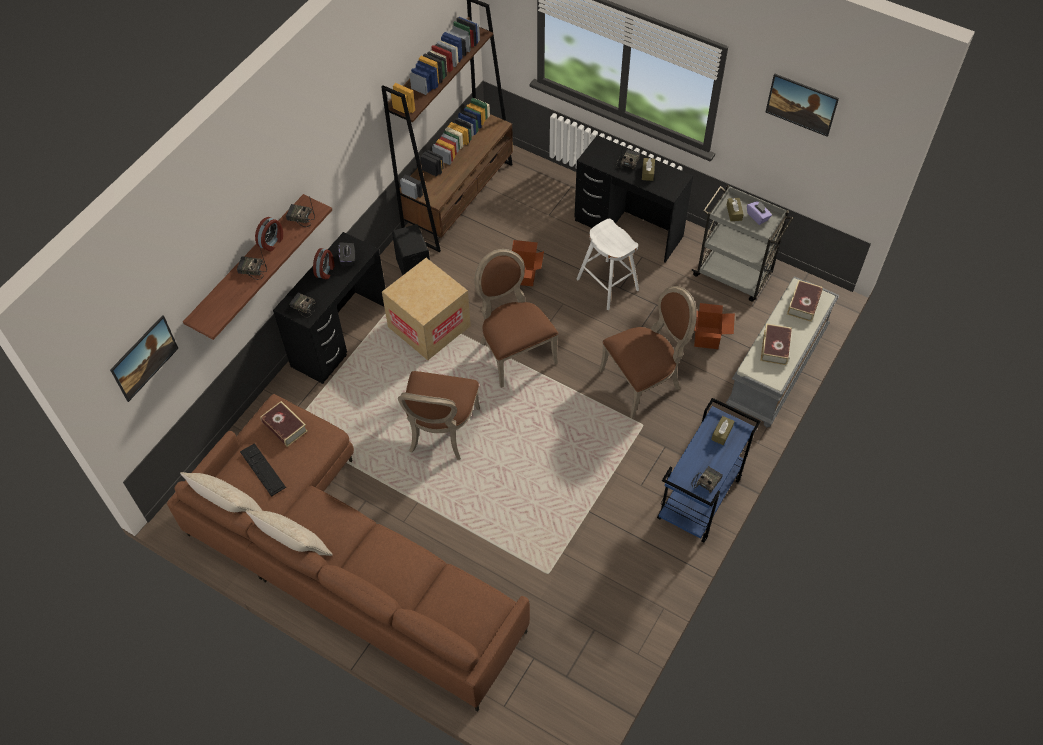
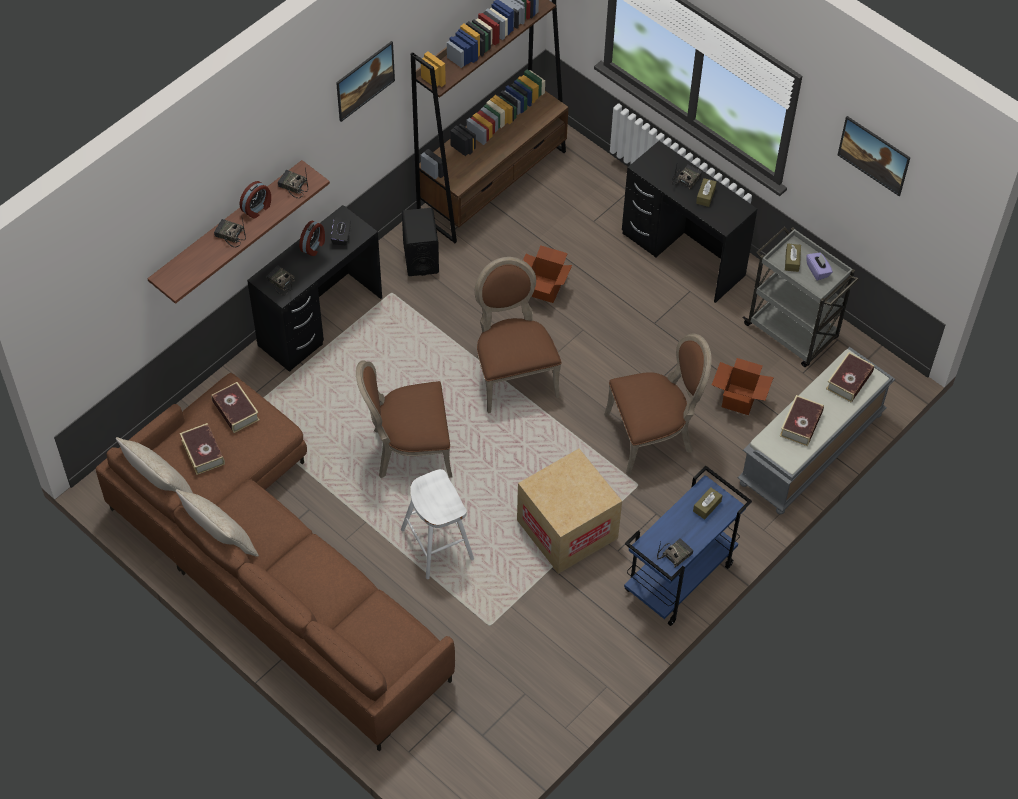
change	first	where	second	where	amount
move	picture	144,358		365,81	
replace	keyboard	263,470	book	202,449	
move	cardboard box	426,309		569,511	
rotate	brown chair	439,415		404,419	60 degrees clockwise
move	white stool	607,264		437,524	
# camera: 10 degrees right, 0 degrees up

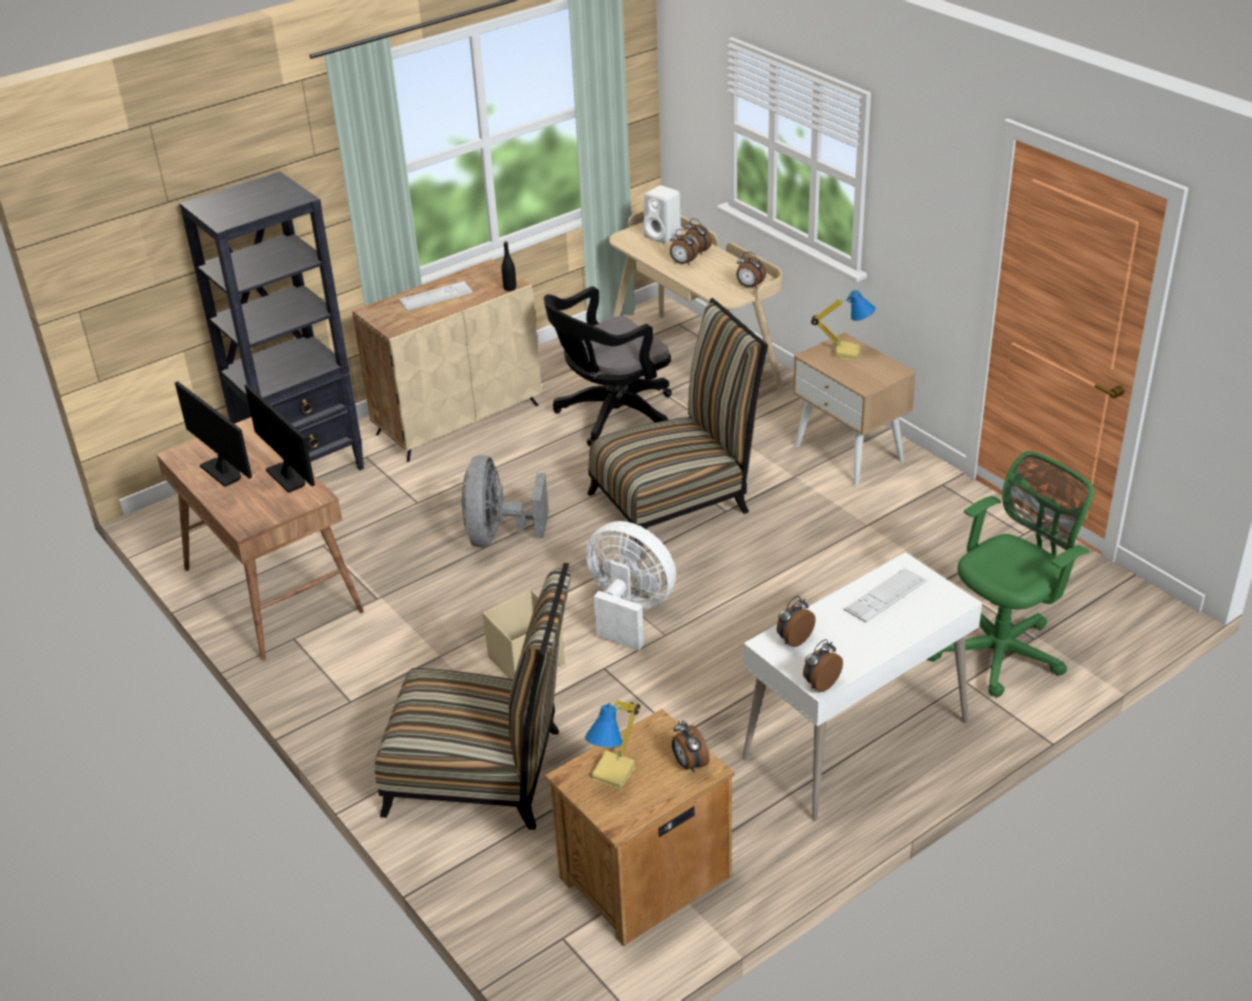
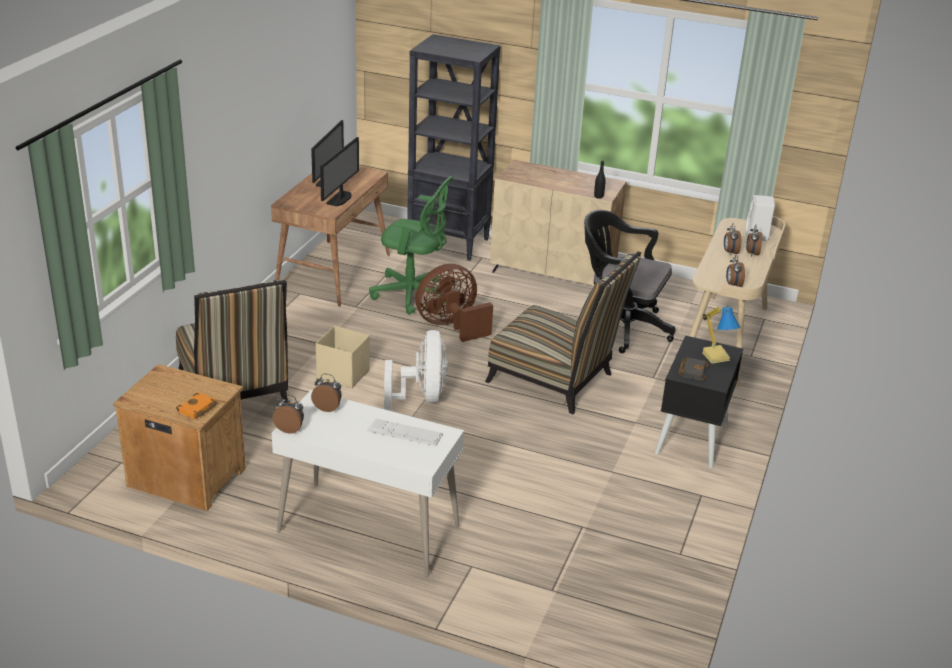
change	first	where	second	where	amount
delete	keyboard	436,296			
recolor	grey fan	505,501	brown fan	454,303	
delete	table lamp	612,745			
replace	alarm clock	691,746	orange book	197,406	
recolor	beige nightstand	854,409	black nightstand	699,402	
move	green office chair	1010,574		411,245	
insert			black book	694,368	
# camera: 55 degrees right, 5 degrees down

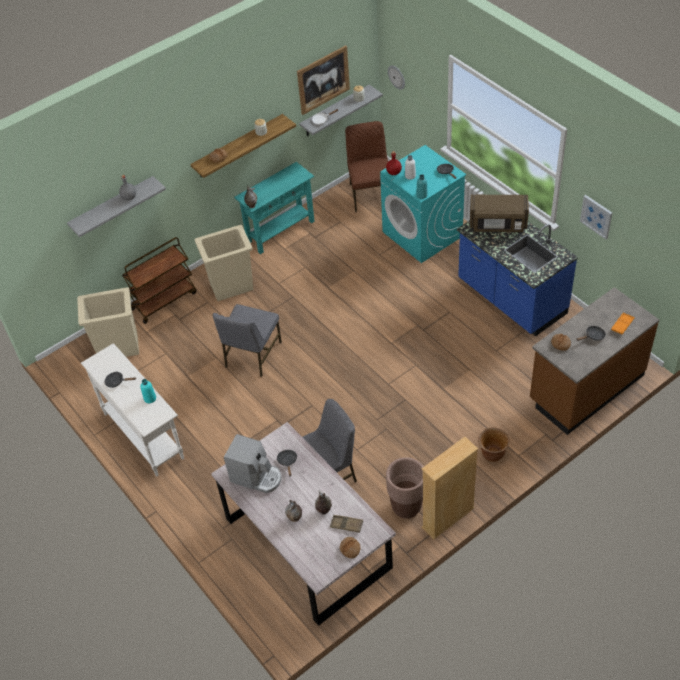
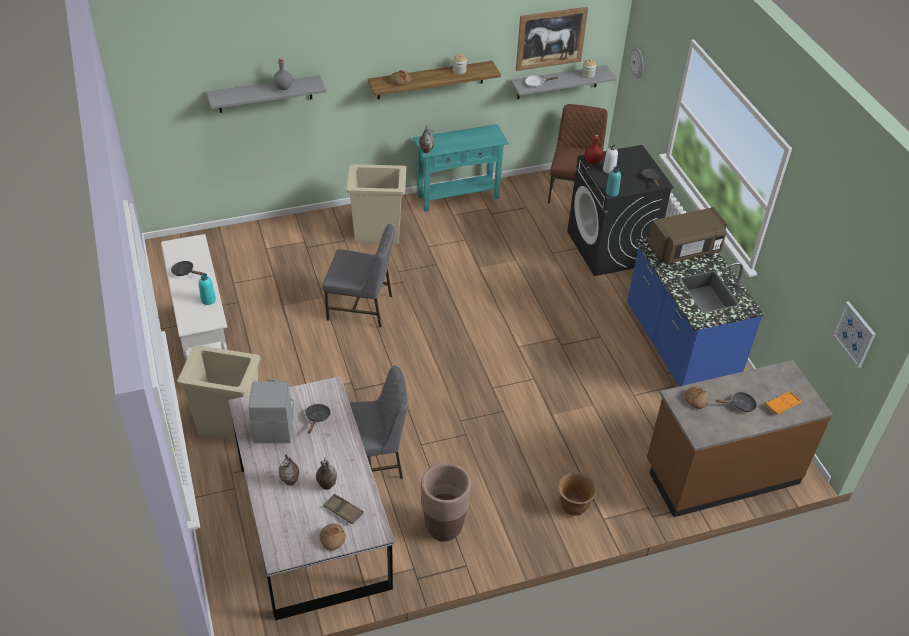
change	first	where	second	where	amount
move	beige trash can	108,322		218,393	
delete	brown cart	159,280			
rotate	grey chair	247,340		358,275	120 degrees counterclockwise
rotate	coffee machine	252,463		271,411	135 degrees counterclockwise
recolor	turquoise washing machine	423,204	black washing machine	620,210	
delete	beige bookcase	450,488			
rotate	brown microwave	499,213		687,235	45 degrees counterclockwise
move	picture	596,217		854,334	
# camera: 15 degrees right, 5 degrees down

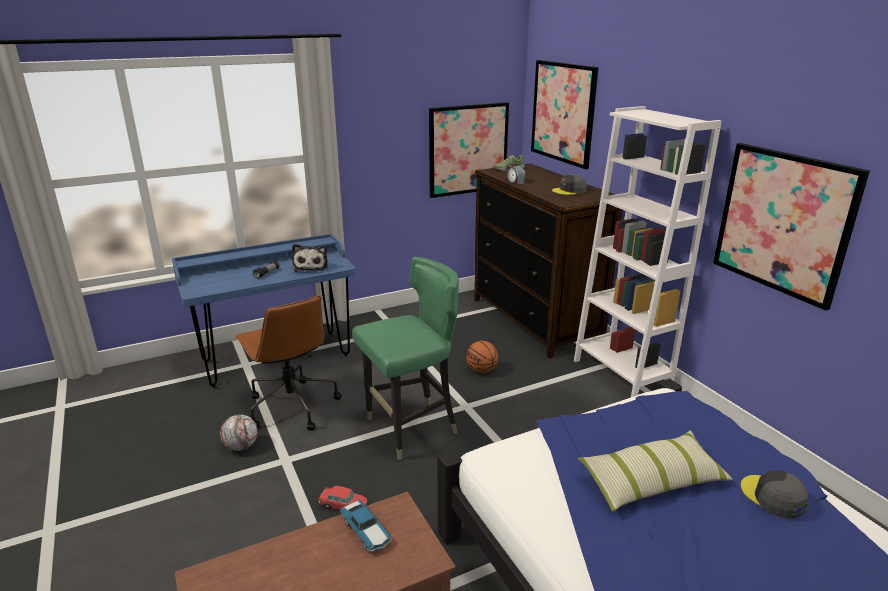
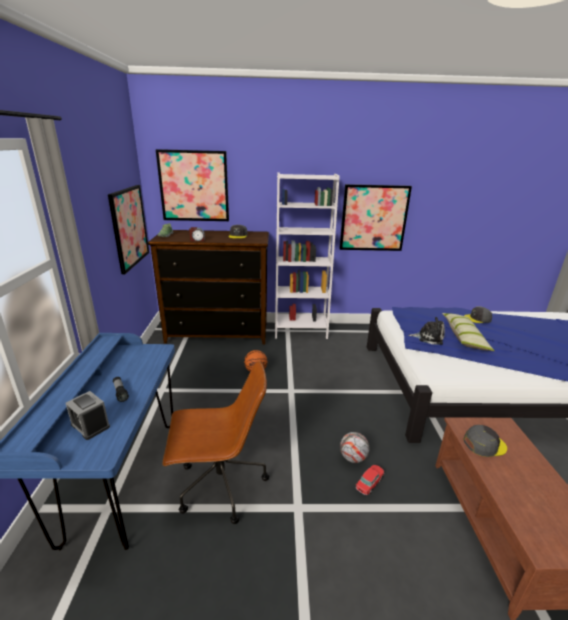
change	first	where	second	where	amount
move	football	239,432		354,447	
move	plush toy	310,258		426,331	
replace	toy car	366,525	grey cap	485,441	
delete	green chair	405,358			
insert			alarm clock	88,415	
# camera: 65 degrees left, 0 degrees up

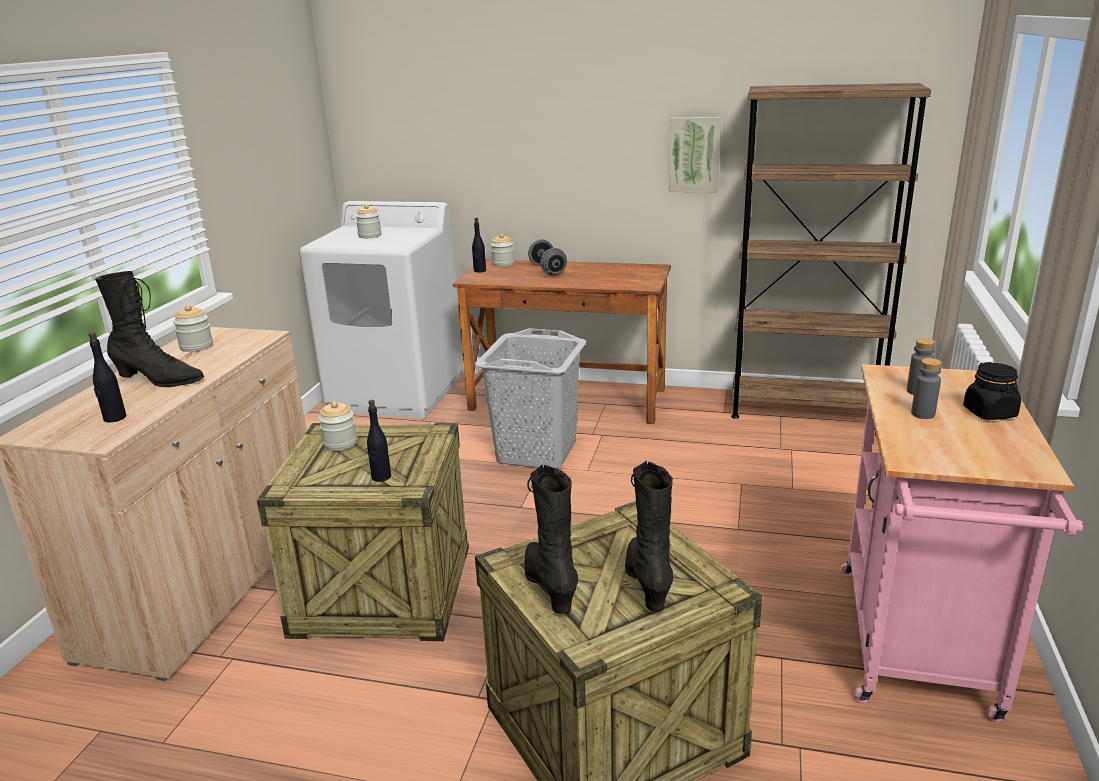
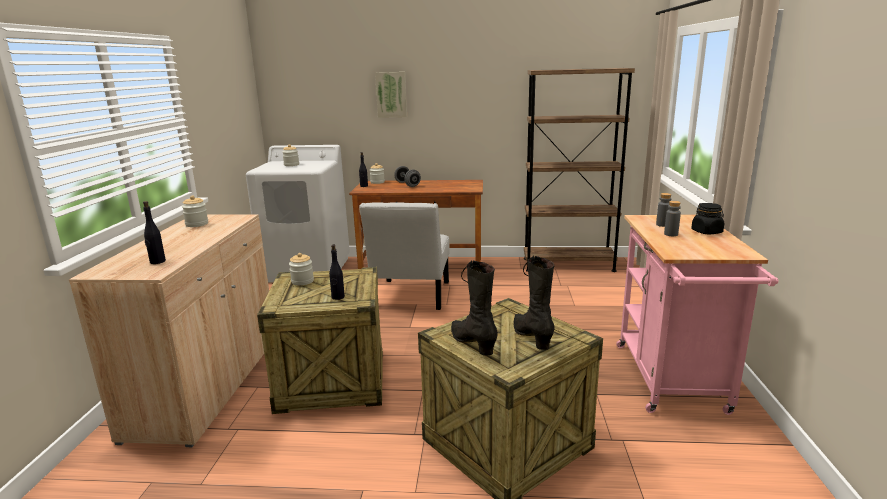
change	first	where	second	where	amount
delete	black boot	149,329			
replace	grey laundry basket	531,398	white chair	404,256	
move	picture	695,154		391,95	
# camera: 10 degrees left, 5 degrees down

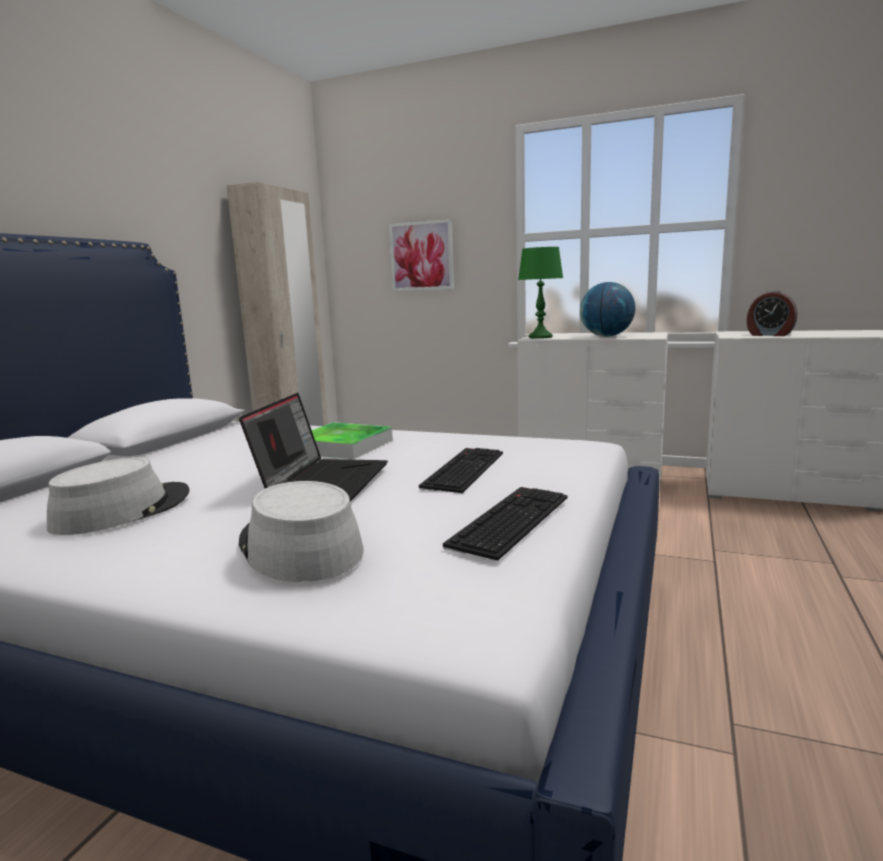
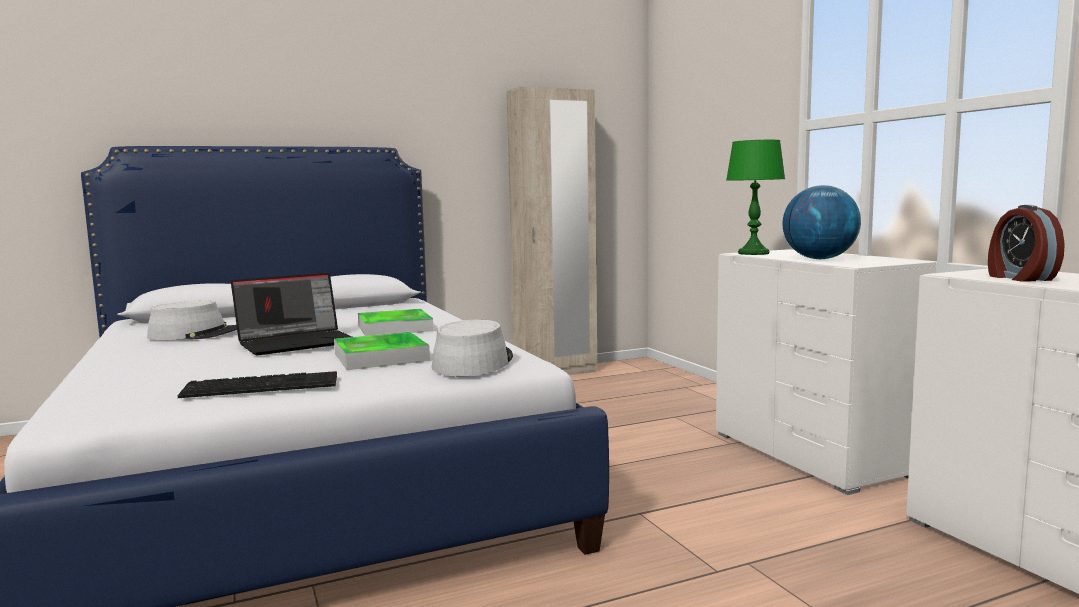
change	first	where	second	where	amount
move	grey hat	301,531		472,347	
delete	picture	421,255			
replace	keyboard	461,470	tray	382,351	
# camera: 45 degrees right, 5 degrees down

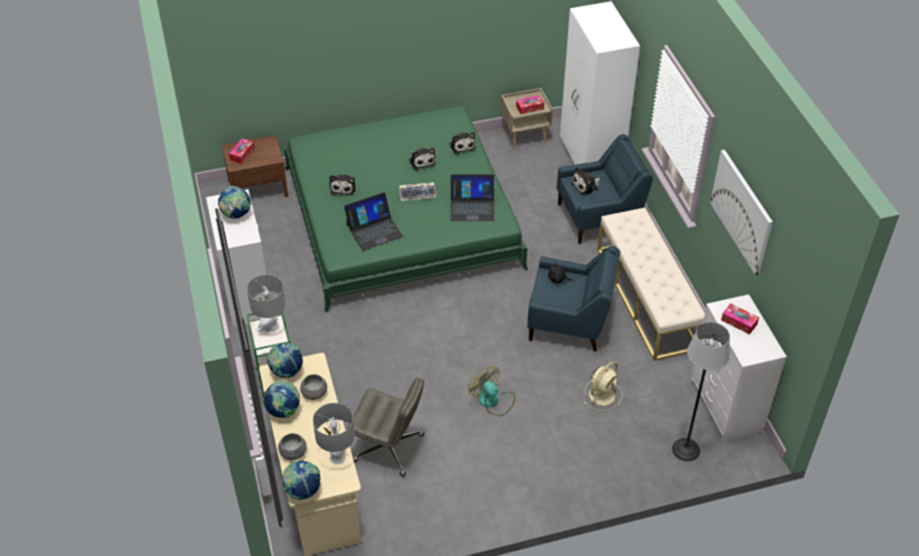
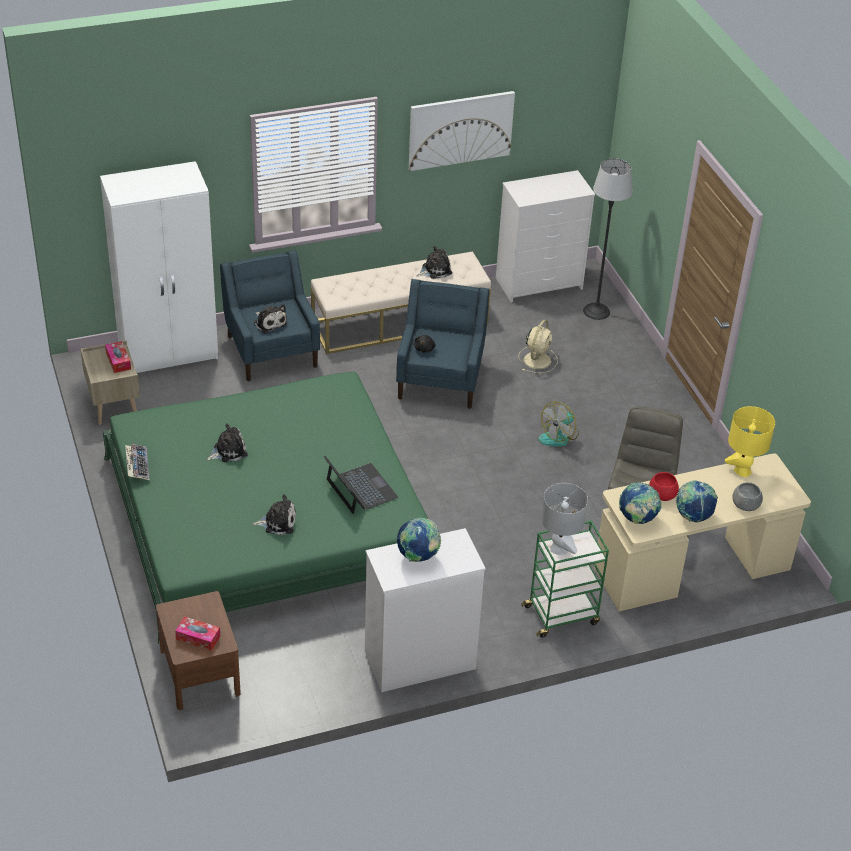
change	first	where	second	where	amount
delete	globe	301,480			
recolor	grey bowl	313,387	red bowl	664,486	
recolor	grey table lamp	334,433	yellow table lamp	750,441	
move	keyboard	417,191		137,462	
move	plush toy	462,143		434,262	
delete	laptop	473,197			
rotate	beige fan	603,386		538,346	75 degrees clockwise
delete	tissue box	740,319			
# camera: 95 degrees left, 5 degrees down

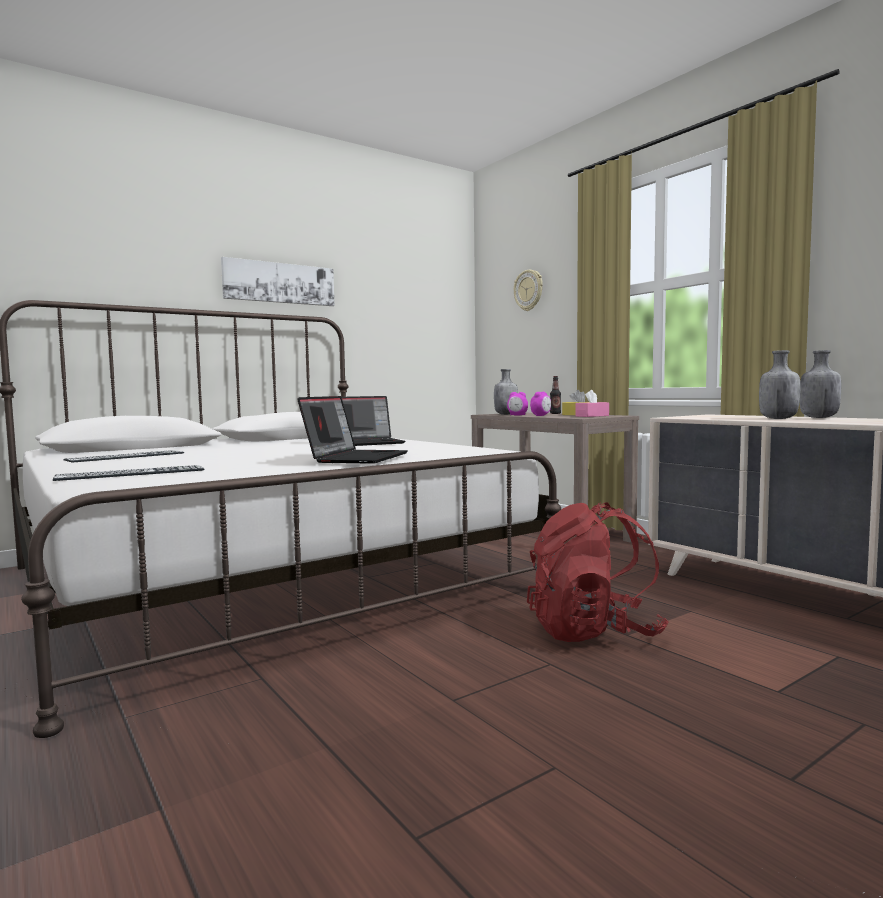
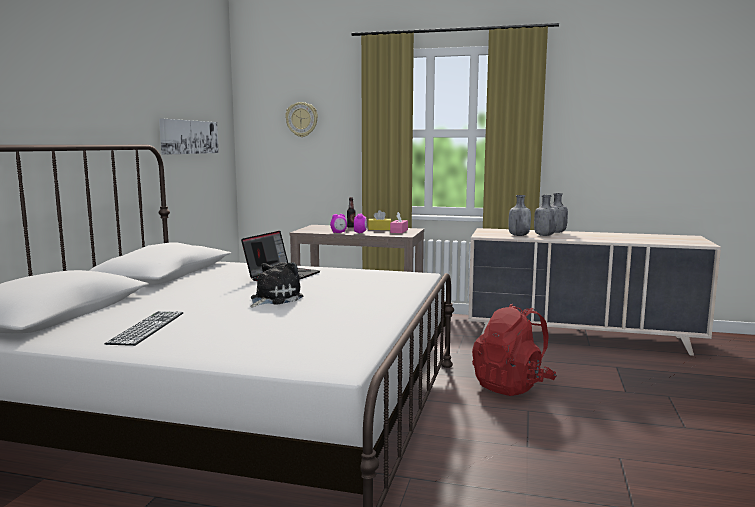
change	first	where	second	where	amount
delete	keyboard	128,473			
move	picture	277,281		189,137	
delete	laptop	352,430			
move	grey bottle	506,392		520,215	
insert			plush toy	277,284	
# camera: 40 degrees left, 5 degrees up

